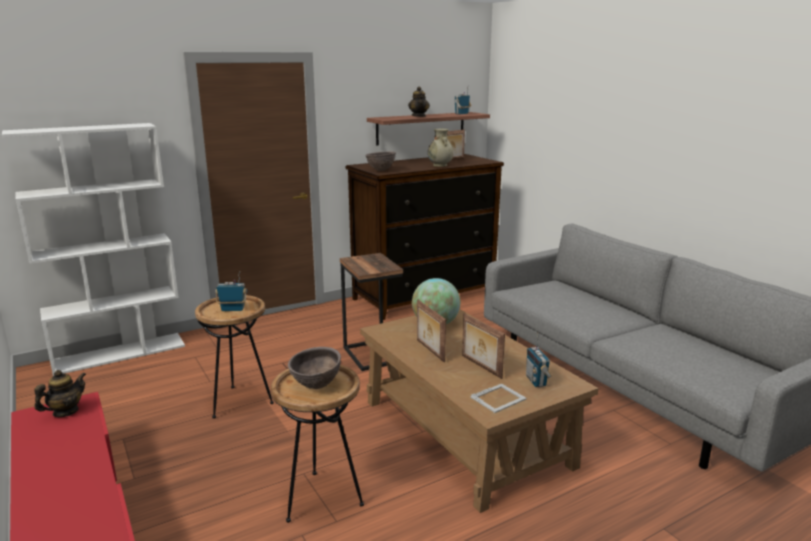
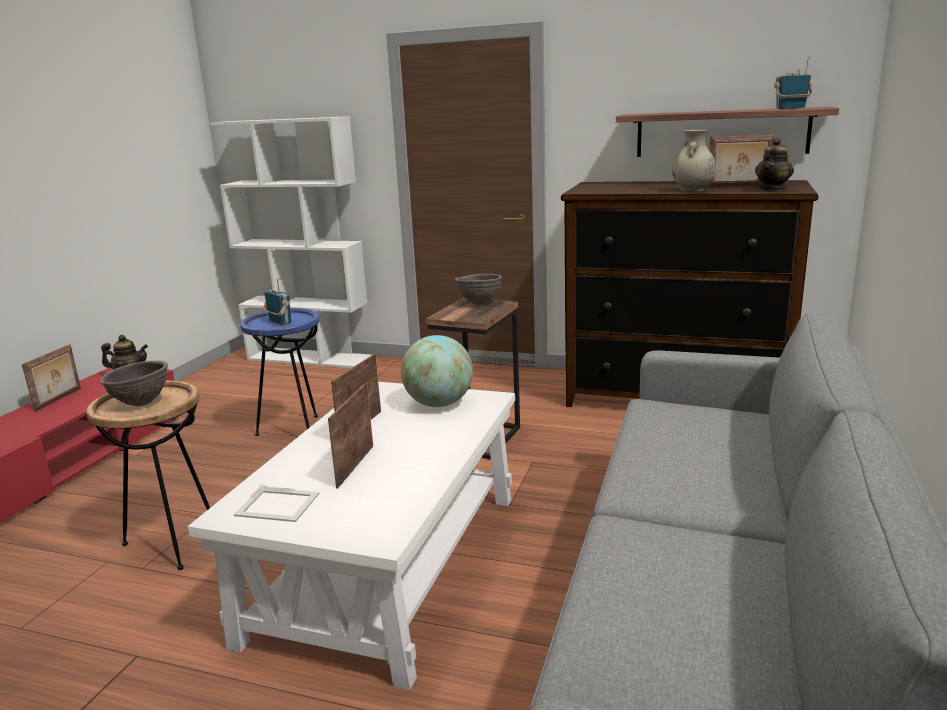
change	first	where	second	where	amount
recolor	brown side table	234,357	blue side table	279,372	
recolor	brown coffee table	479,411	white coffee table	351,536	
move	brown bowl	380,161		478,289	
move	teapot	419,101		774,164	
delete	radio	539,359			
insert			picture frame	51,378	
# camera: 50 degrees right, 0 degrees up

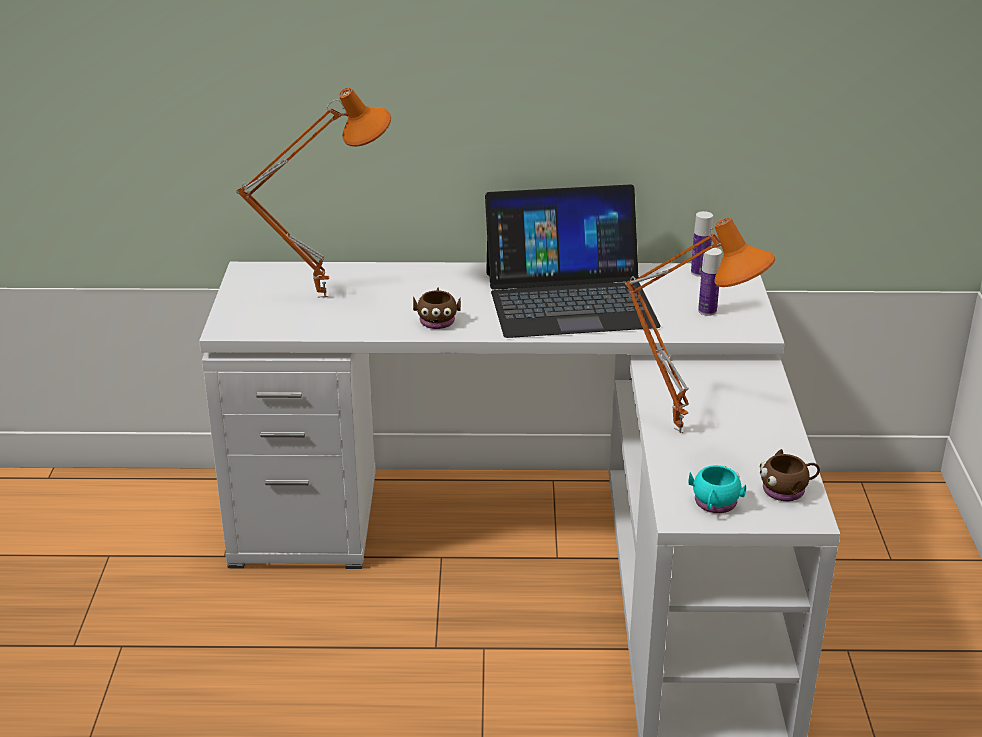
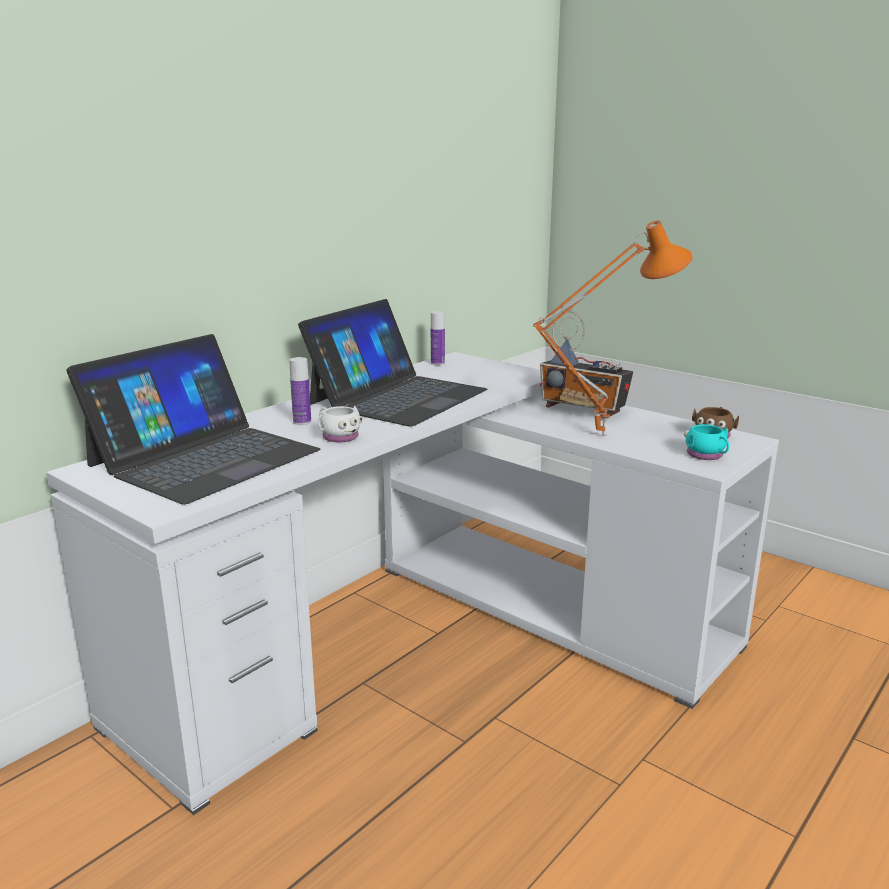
change	first	where	second	where	amount
replace	orange table lamp	313,192	laptop	193,419	
recolor	brown mug	437,308	white mug	340,424	
move	bottle	710,282		300,391	
insert			radio	586,363	
# camera: 50 degrees left, 10 degrees down

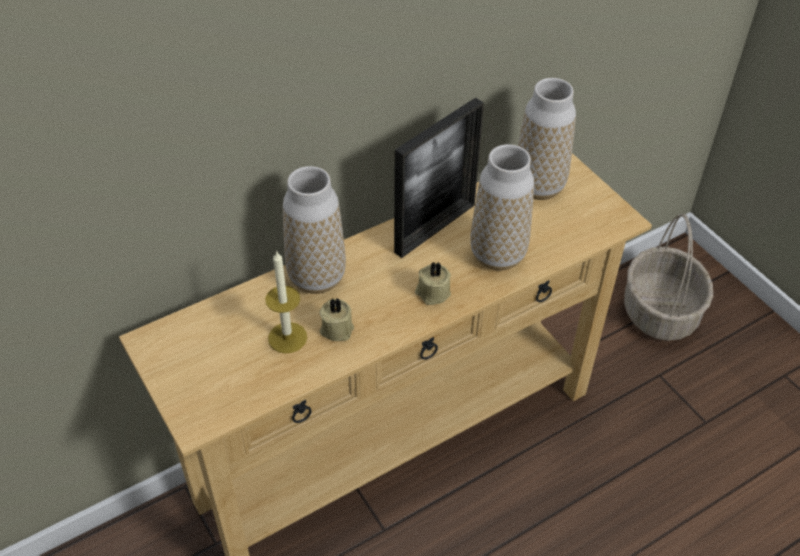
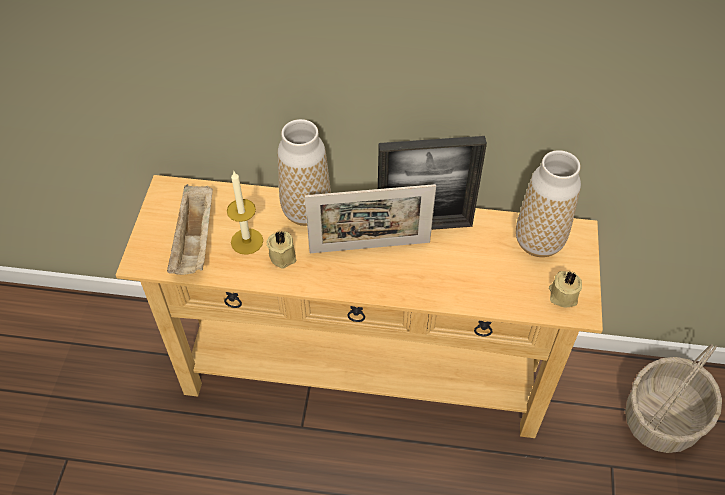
change	first	where	second	where	amount
move	beige candle	433,283		565,289	
delete	vase	502,207			
insert			beige tray	190,229	
insert			picture frame	370,218	
# camera: 40 degrees right, 5 degrees up

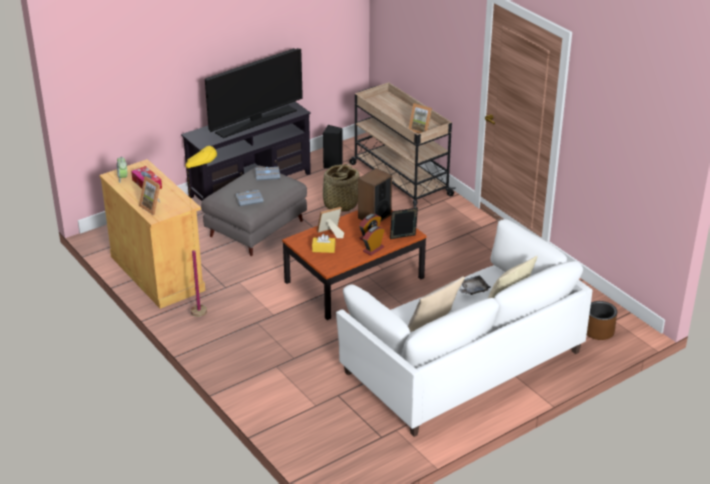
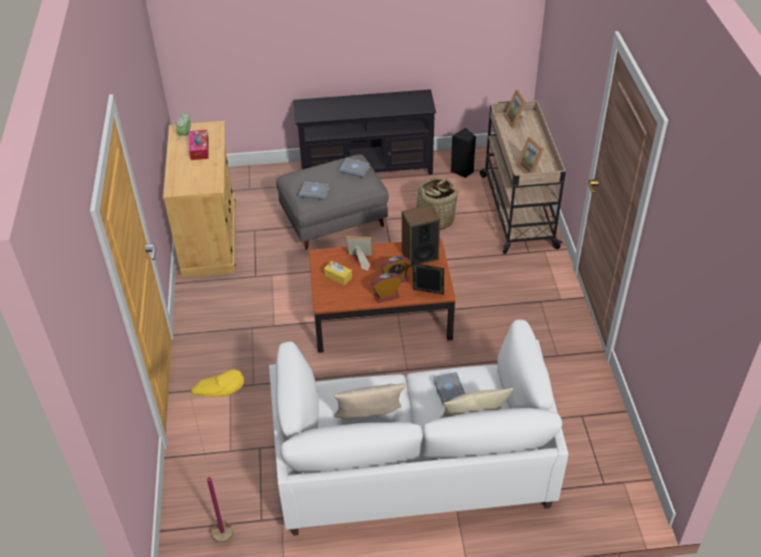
change	first	where	second	where	amount
move	picture frame	149,195		515,109	
move	yellow floor lamp	201,231		217,456	
delete	television	254,93			
replace	grey tray	475,285	grey book	449,388	
delete	brown planter	602,320			
# camera: 30 degrees right, 10 degrees up

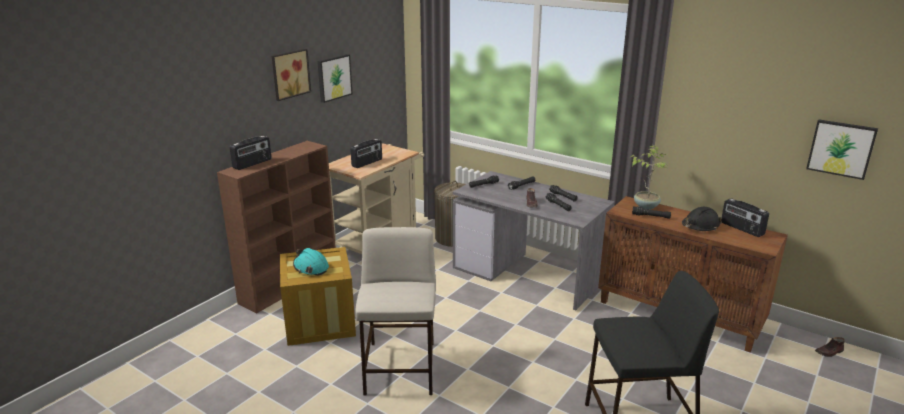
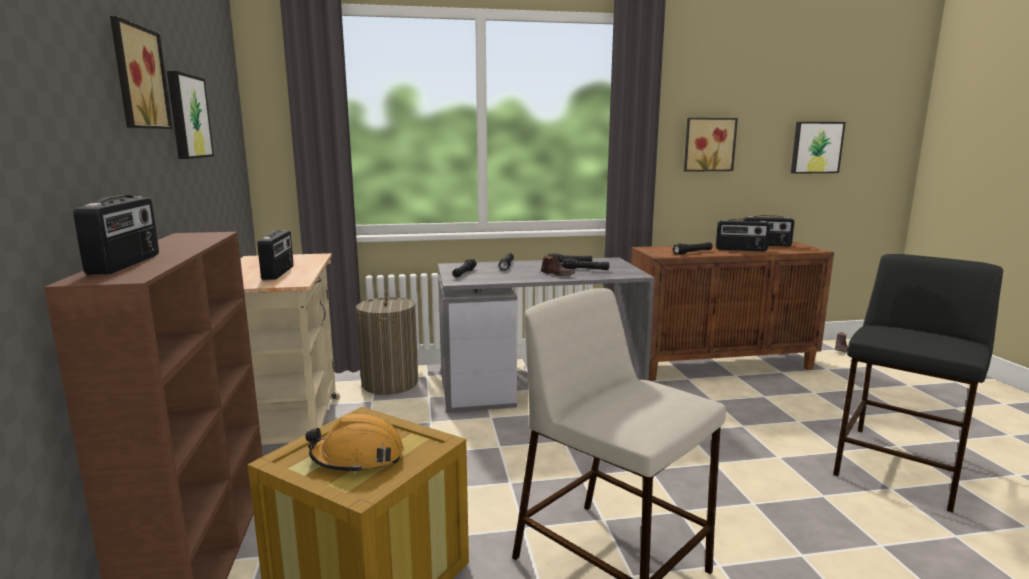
change	first	where	second	where	amount
recolor	turquoise hard hat	311,262	orange hard hat	355,444	
delete	potted plant	649,177			
replace	black hard hat	702,219	radio	743,235	
insert			picture	711,145	
# camera: 45 degrees left, 10 degrees down

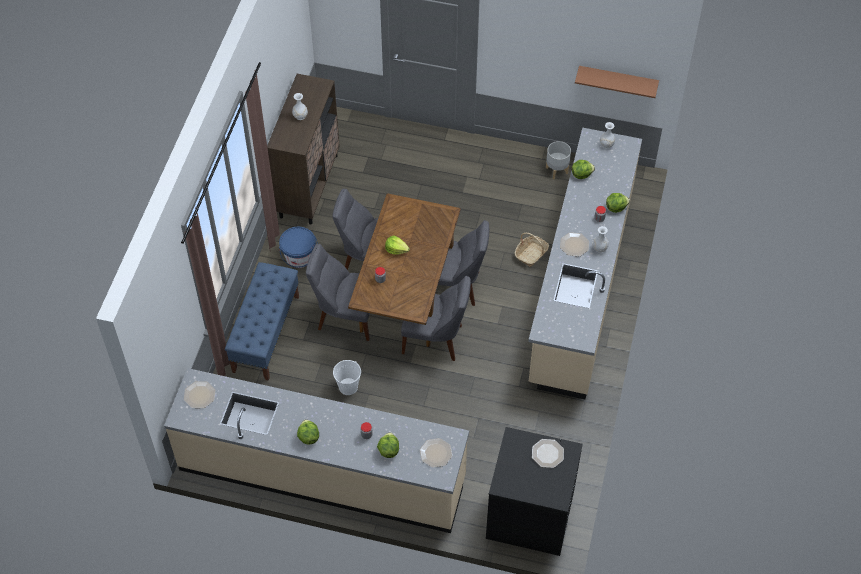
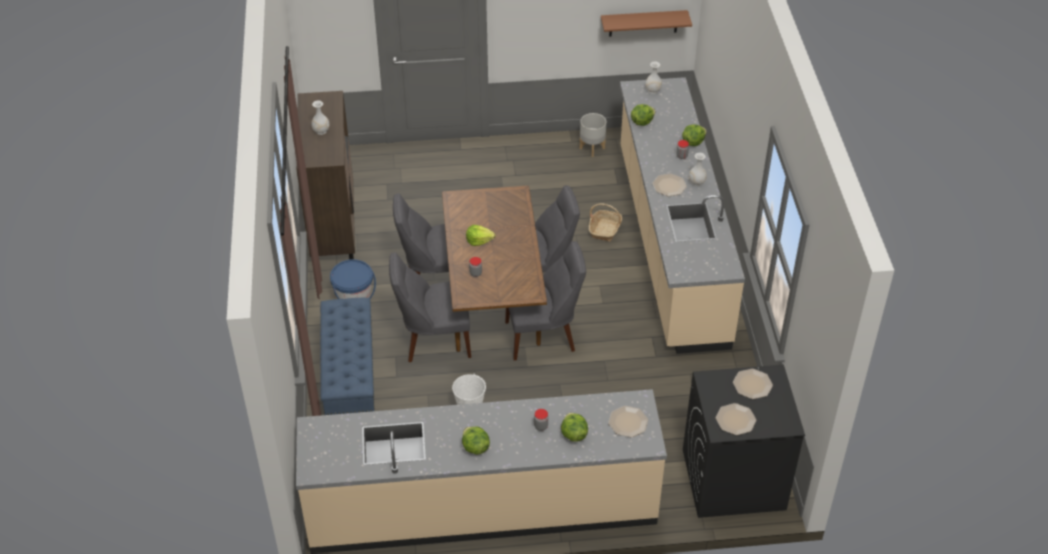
change	first	where	second	where	amount
move	plate	200,394		736,419	
# camera: 20 degrees left, 10 degrees down

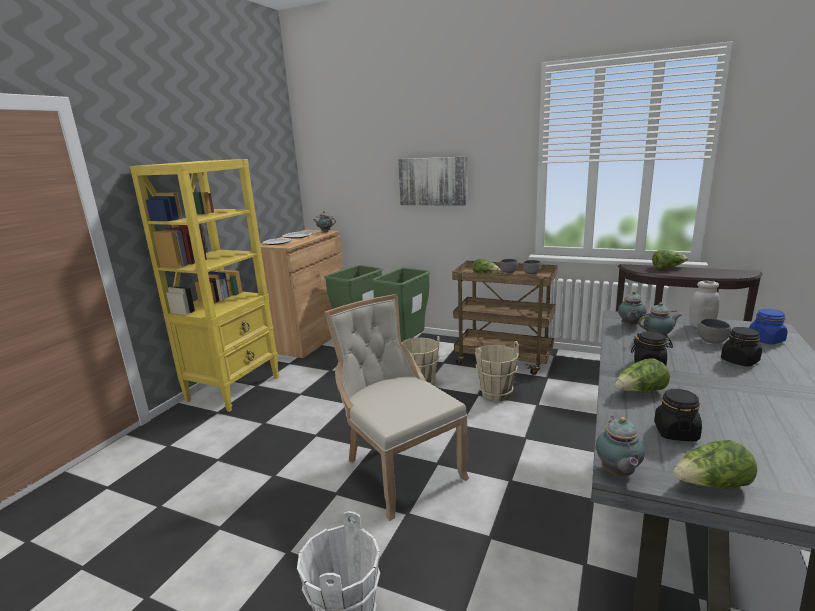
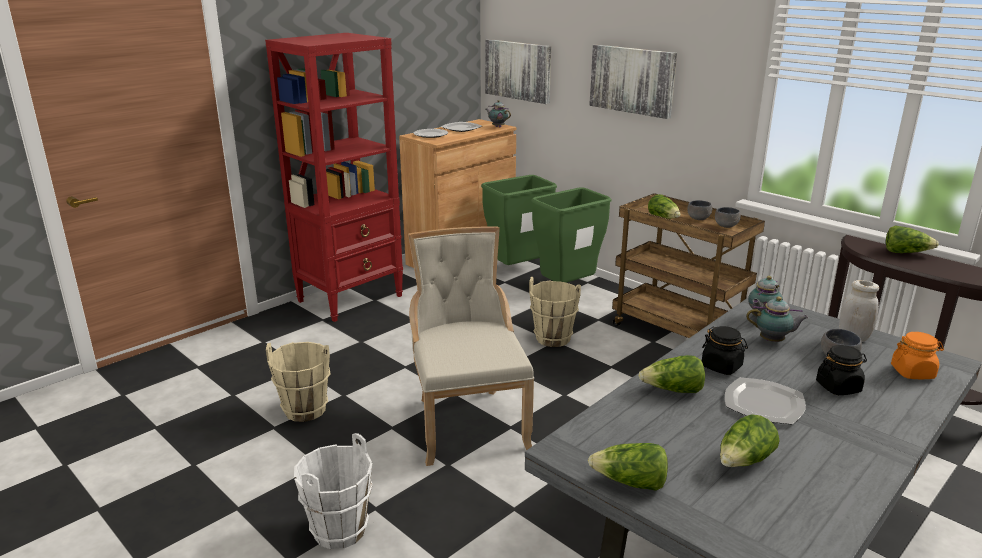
change	first	where	second	where	amount
recolor	yellow bookcase	204,285	red bookcase	334,177	
move	beige bucket	497,371		298,382	
delete	teapot	620,446			
delete	black jar	678,415			
recolor	blue jar	768,326	orange jar	917,355	
insert			picture	518,71	
insert			lettuce	750,440	
insert			plate	765,401	
# camera: 20 degrees right, 5 degrees up

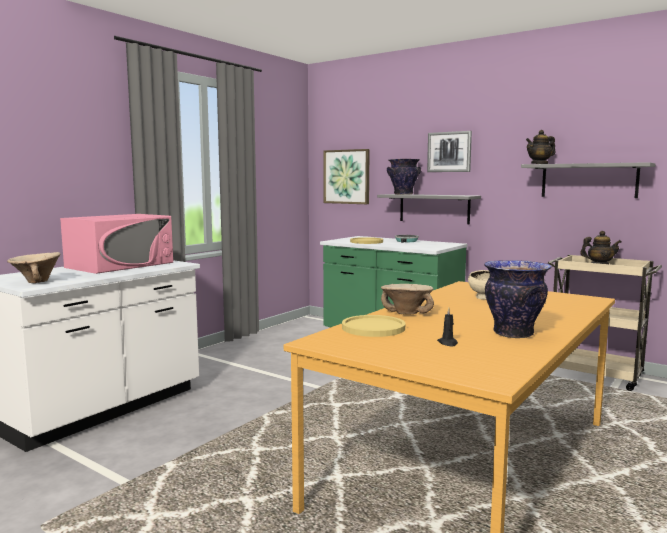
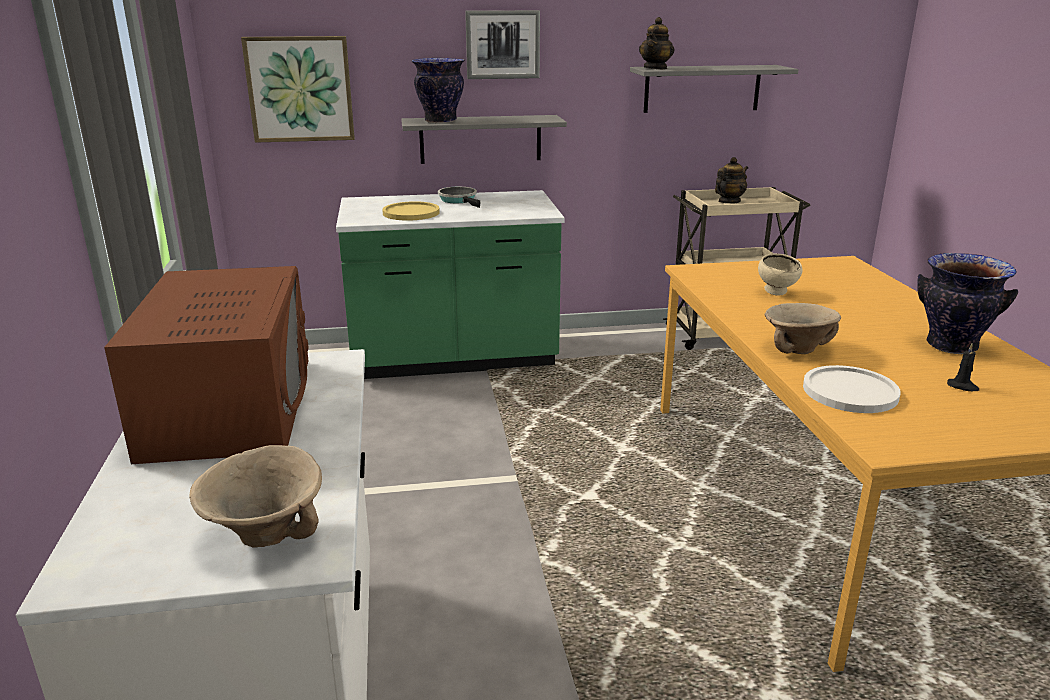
change	first	where	second	where	amount
recolor	pink microwave	116,244	brown microwave	206,365	
recolor	yellow plate	373,326	white plate	852,389	
# camera: 45 degrees left, 15 degrees up

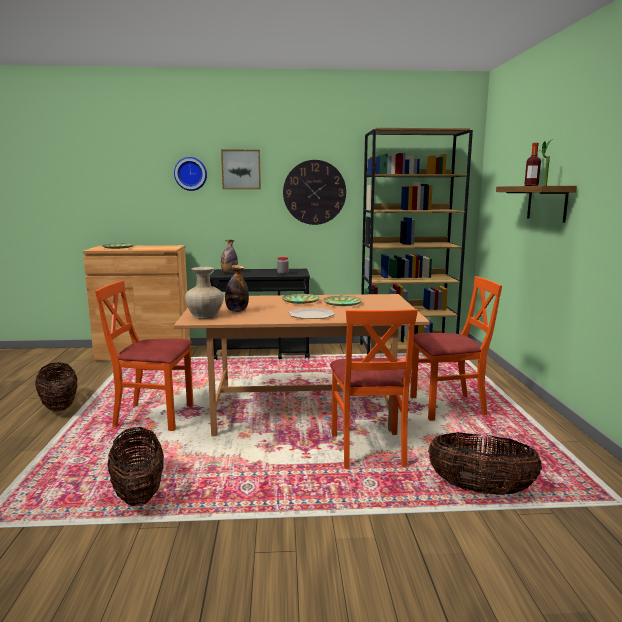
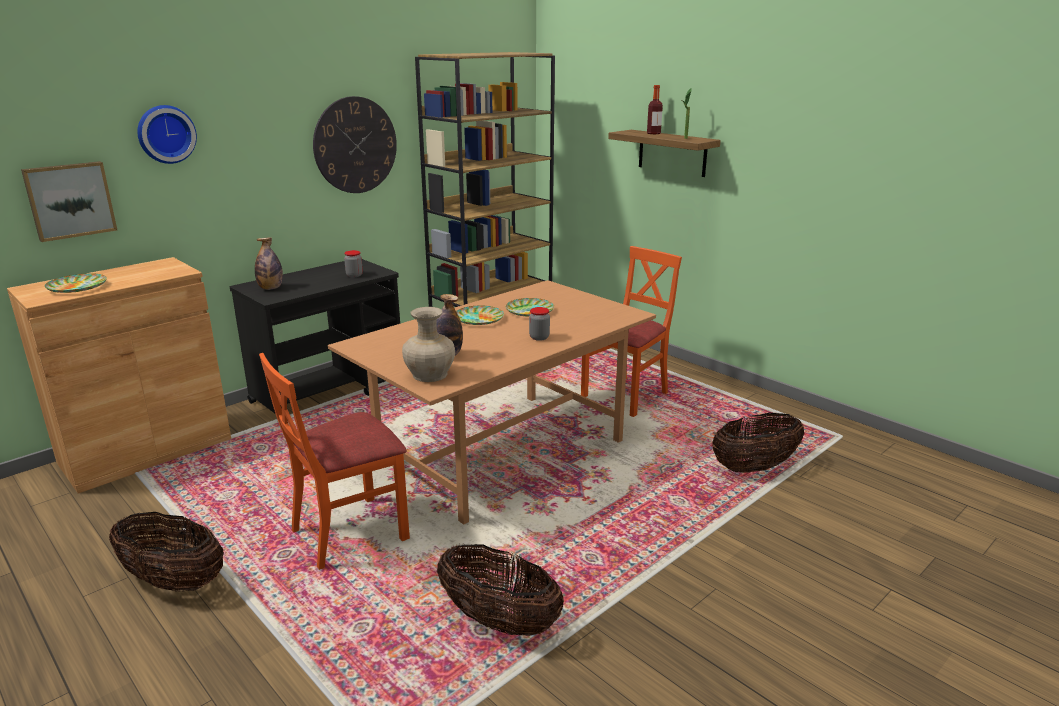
change	first	where	second	where	amount
move	picture	241,169		69,201	
replace	plate	312,313	jar	539,324	
delete	orange chair	374,389			
# camera: 40 degrees left, 10 degrees up

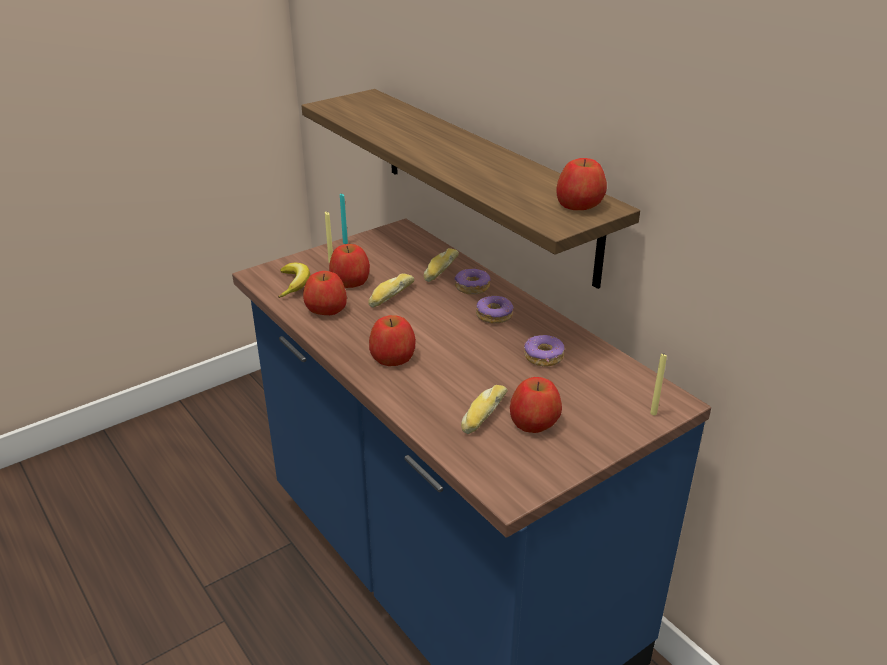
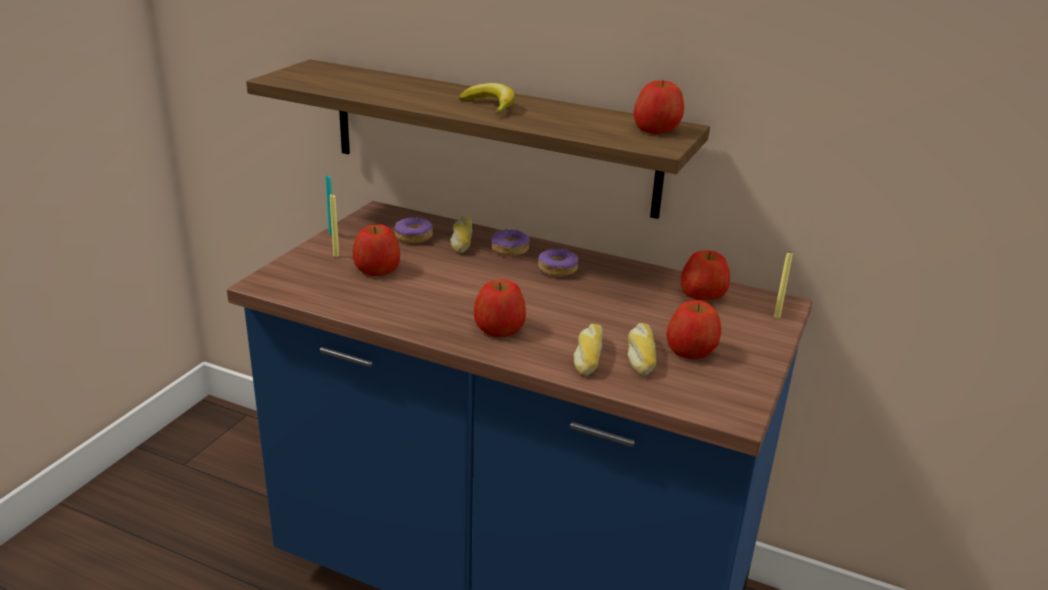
change	first	where	second	where	amount
move	banana	294,280		487,98	
move	apple	325,293		705,275	
move	bread	391,291		588,350	
move	donut	544,351		413,230	
# camera: 30 degrees left, 5 degrees down

